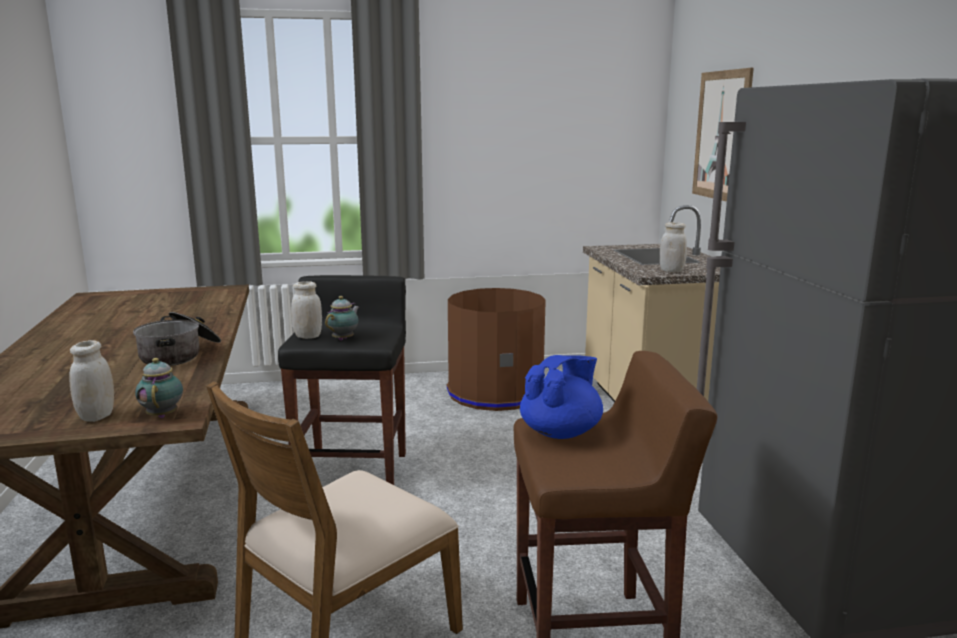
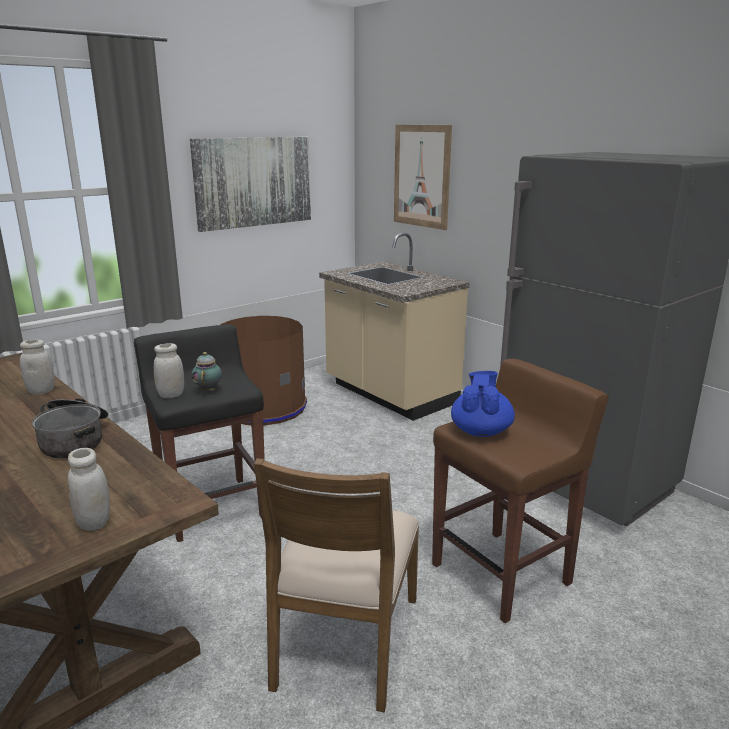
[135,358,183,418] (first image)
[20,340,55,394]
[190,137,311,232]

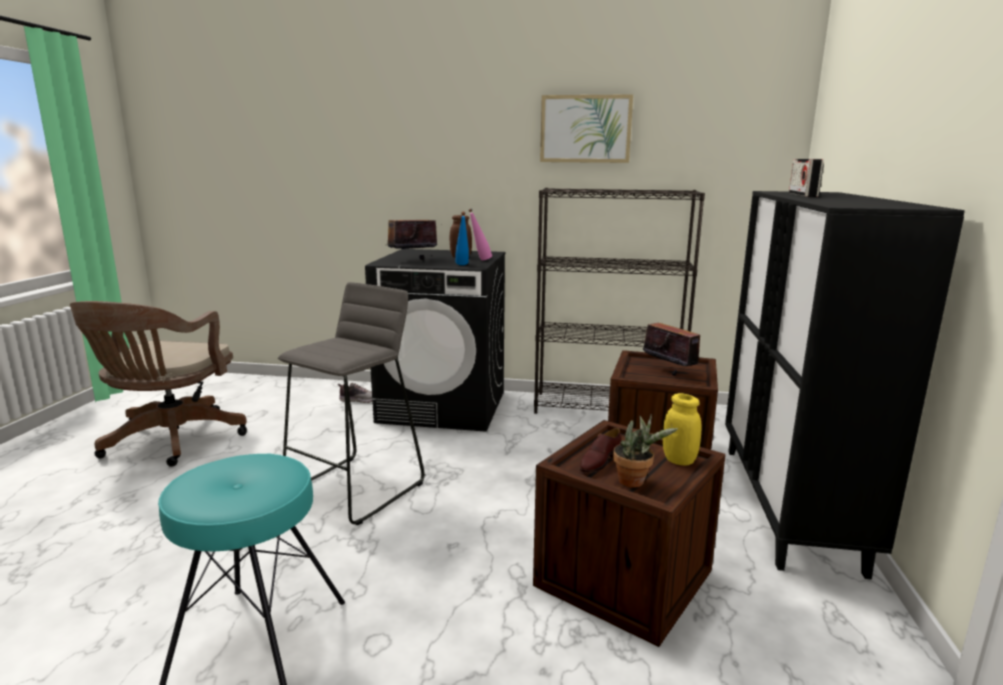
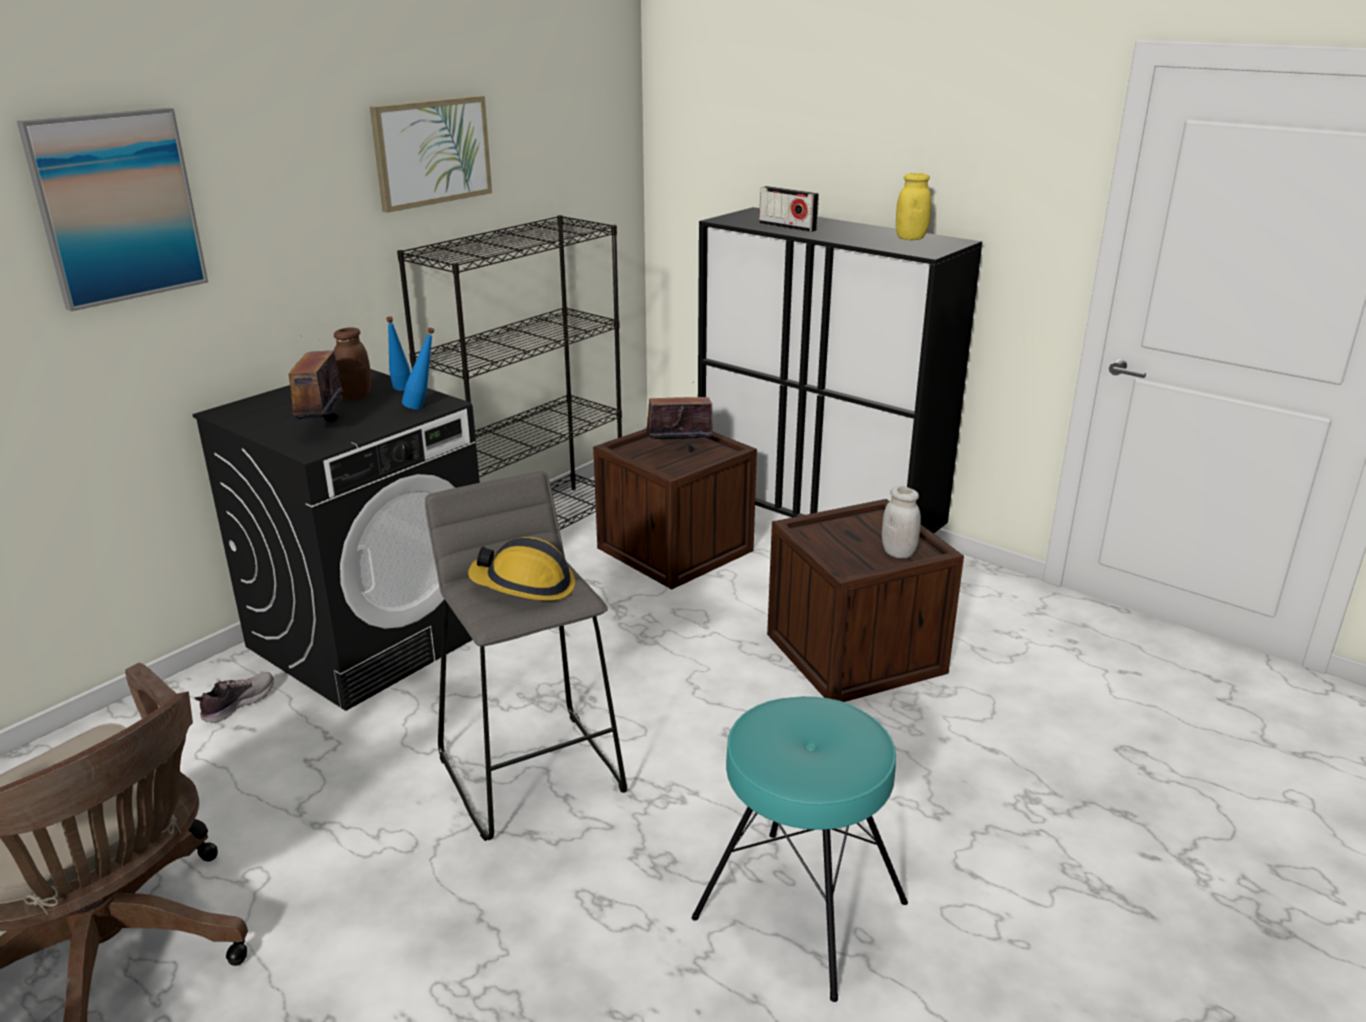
[386,316,411,391]
[580,428,621,472] (first image)
[882,486,921,558]
[896,173,931,240]
[17,108,208,311]
[468,537,575,601]

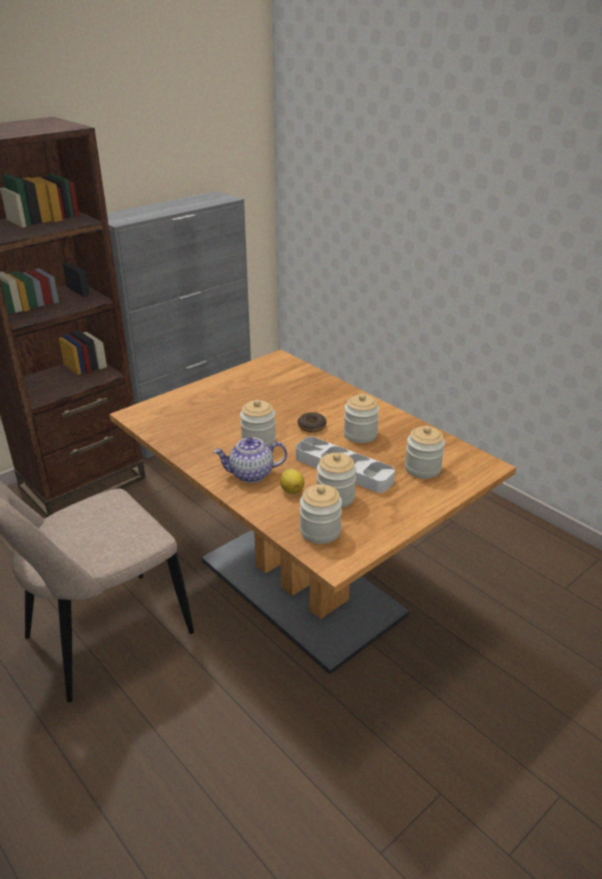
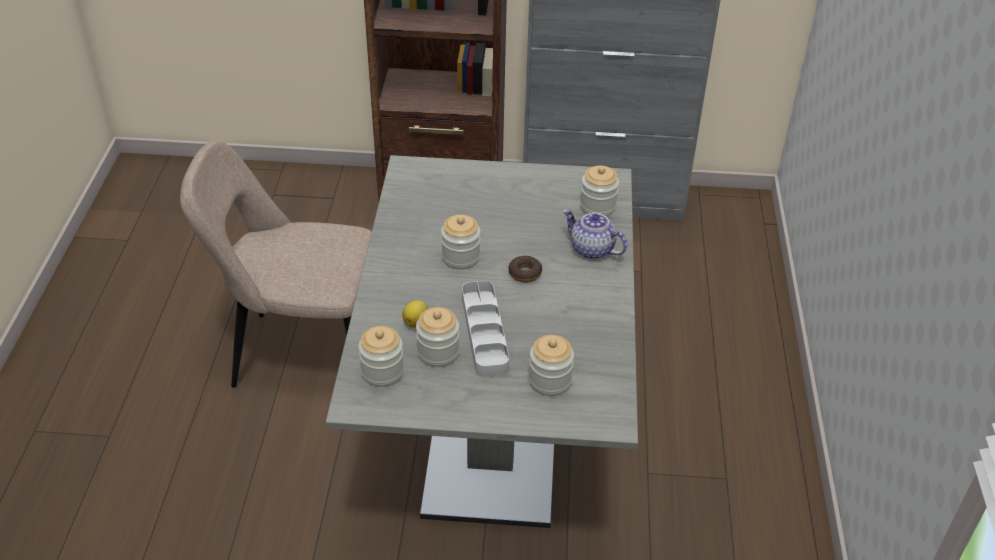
[326,155,638,528]
[563,209,627,259]
[580,165,619,217]

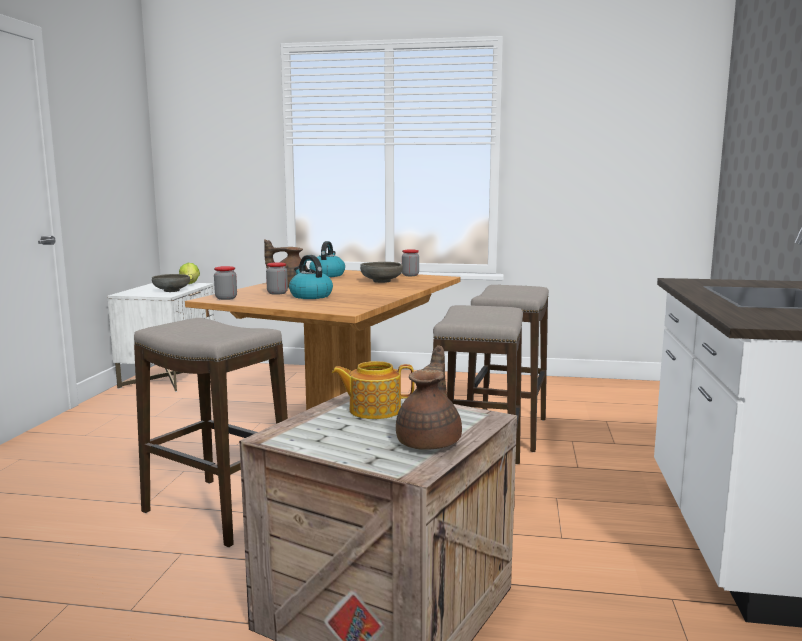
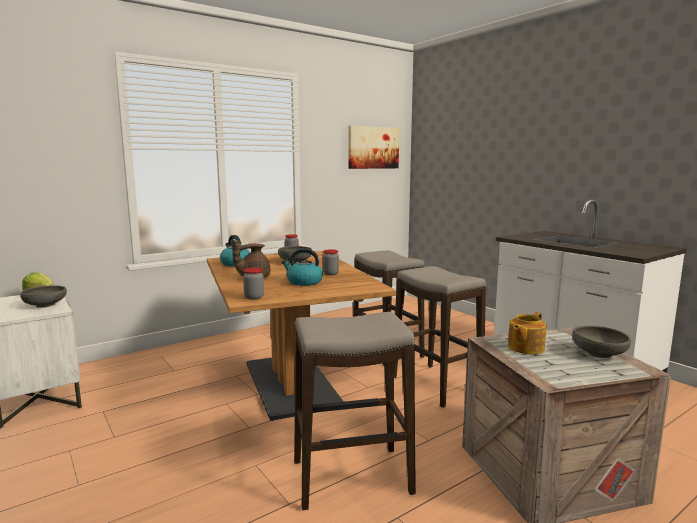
[322,249,339,275]
[572,326,631,358]
[348,126,399,169]

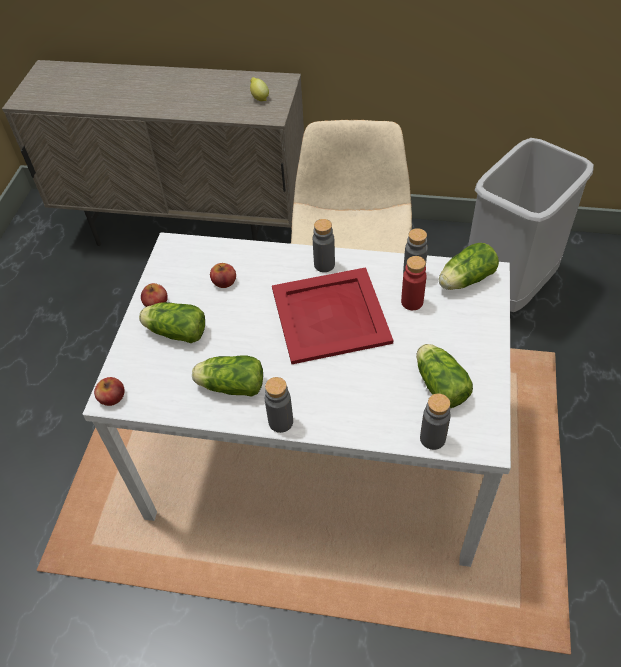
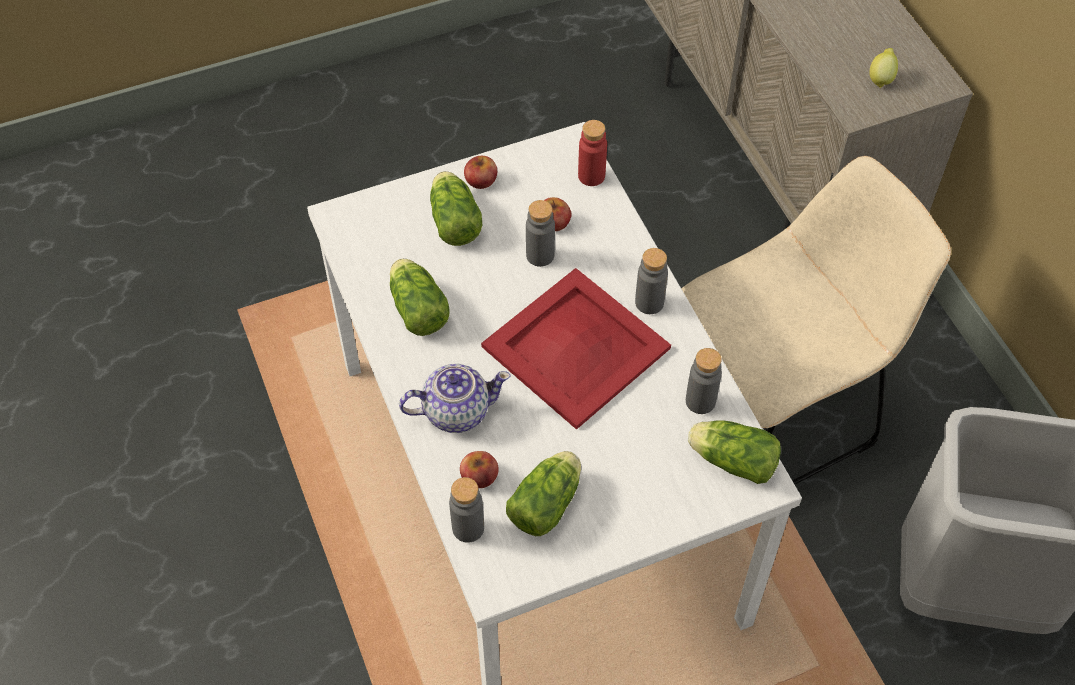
[460,451,499,488]
[526,200,555,267]
[578,120,607,186]
[399,364,511,433]

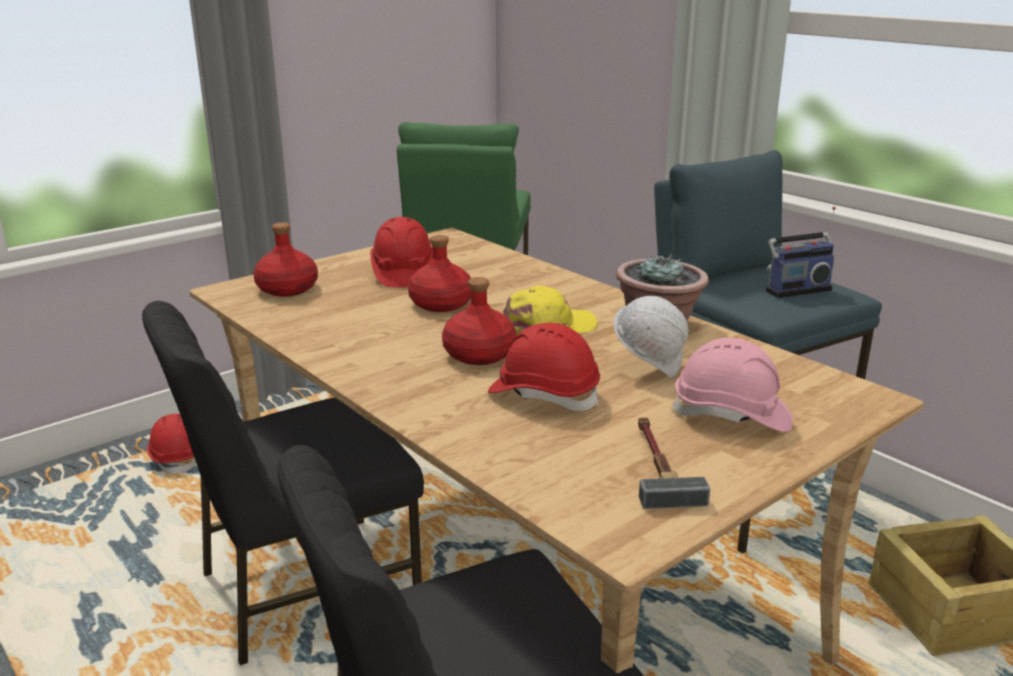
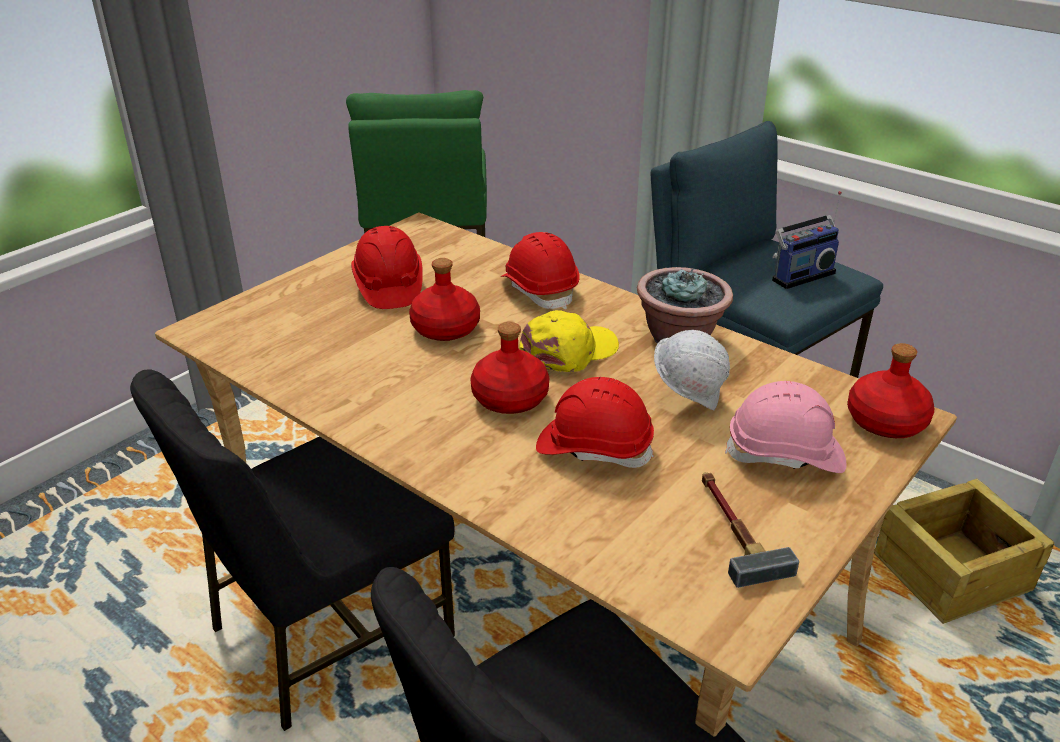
[501,232,579,310]
[847,343,934,438]

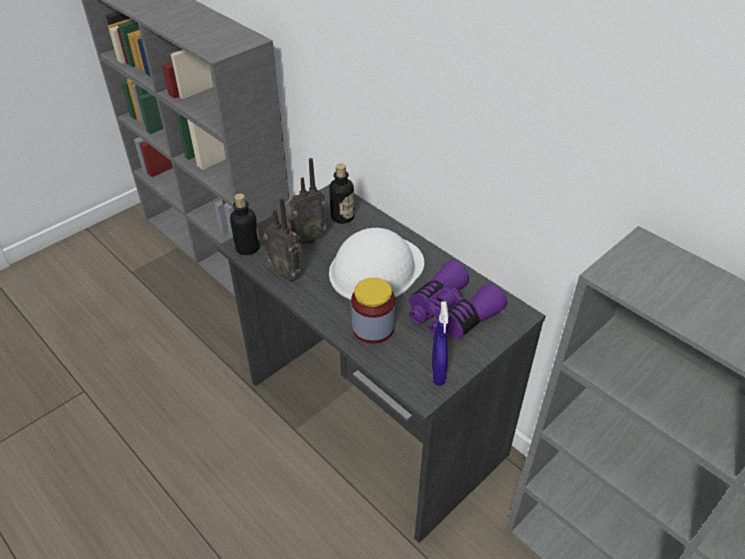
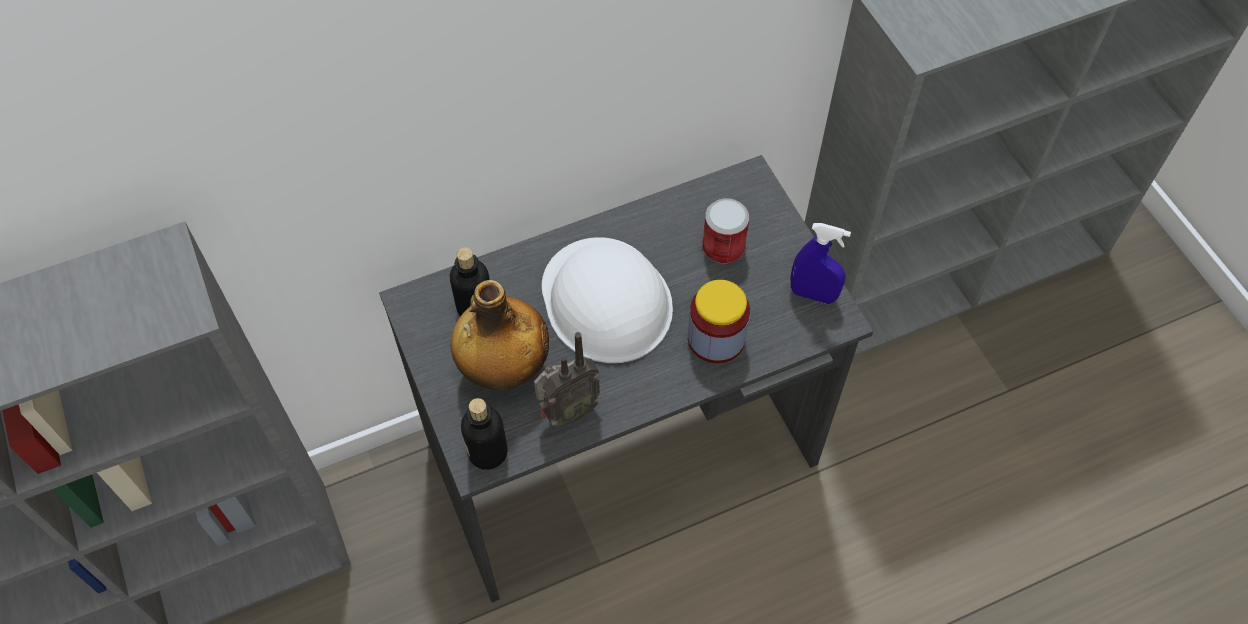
[450,280,549,390]
[702,198,749,264]

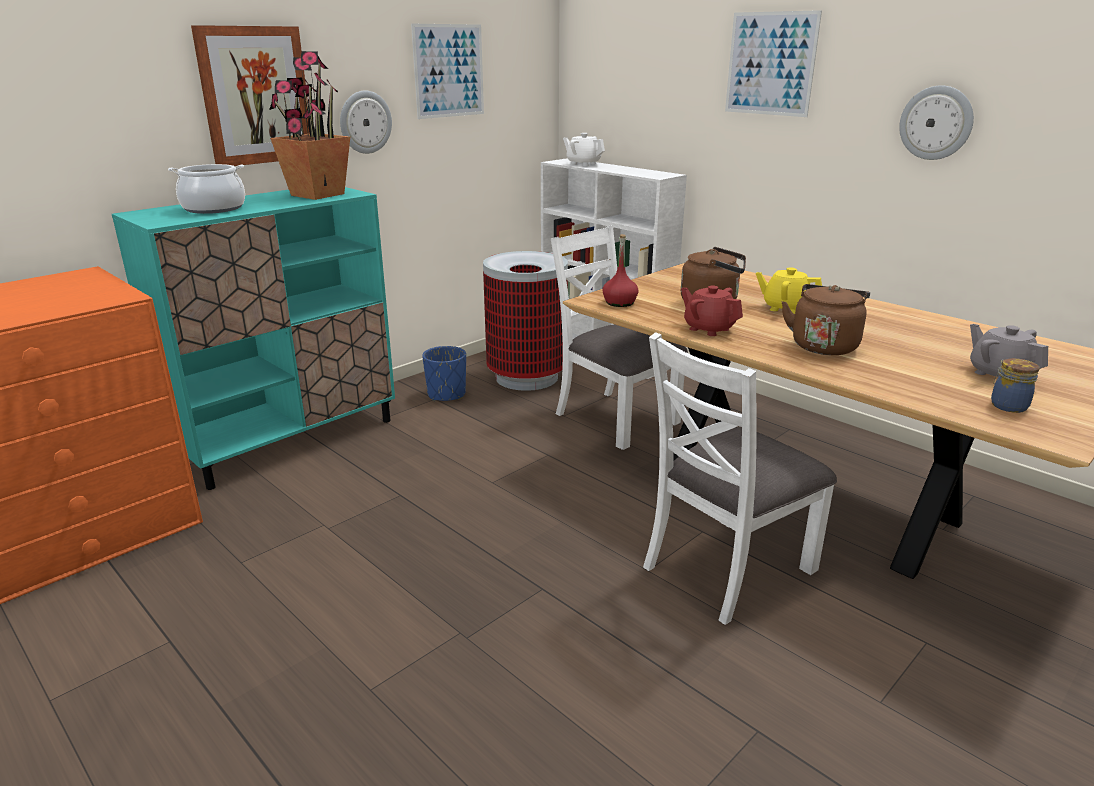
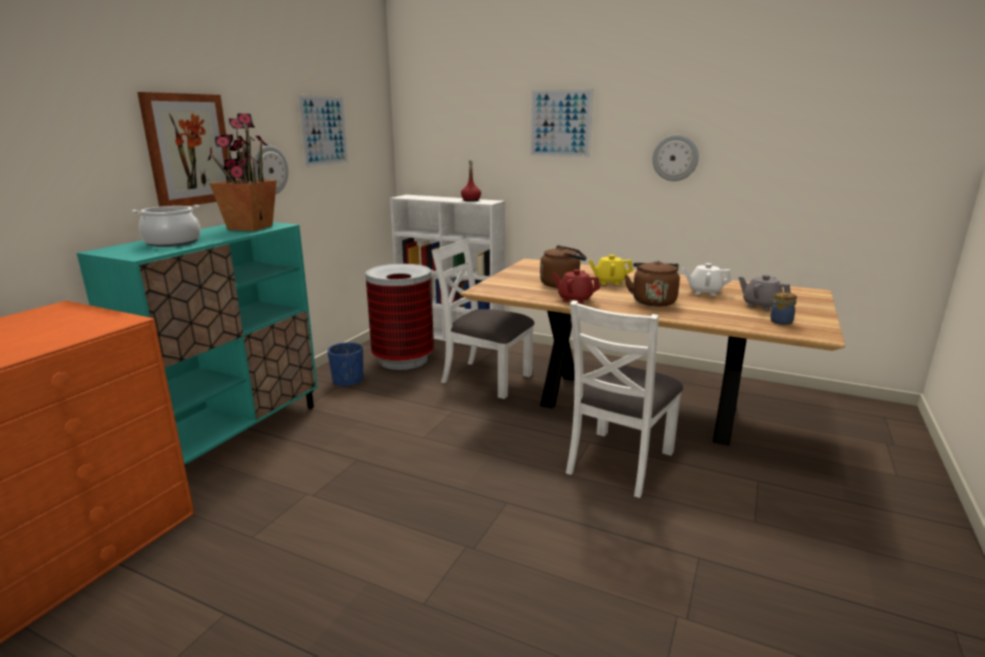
[683,263,732,296]
[461,160,481,202]

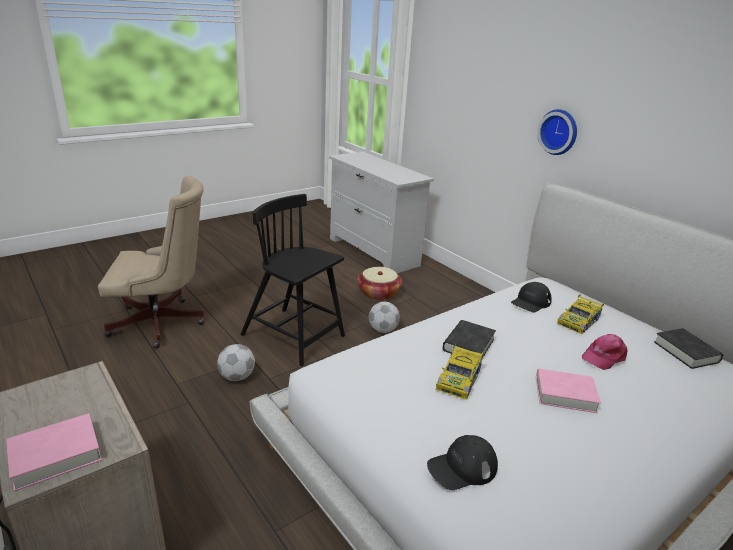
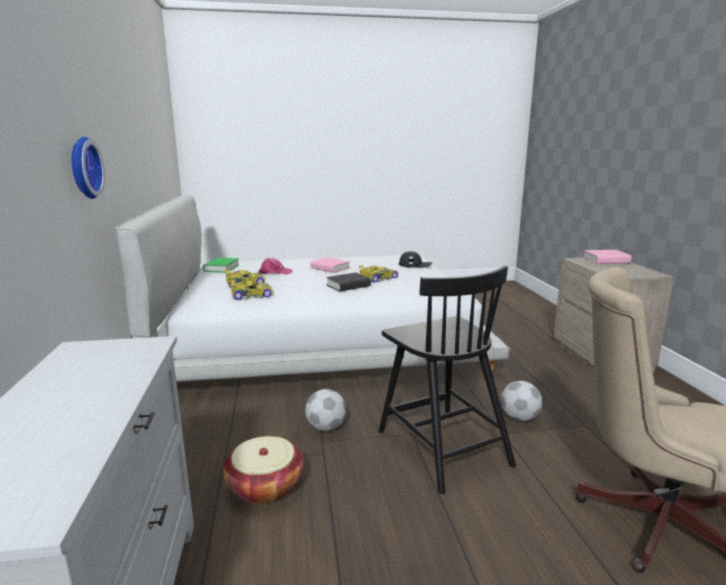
[230,279,273,300]
[203,258,239,273]

